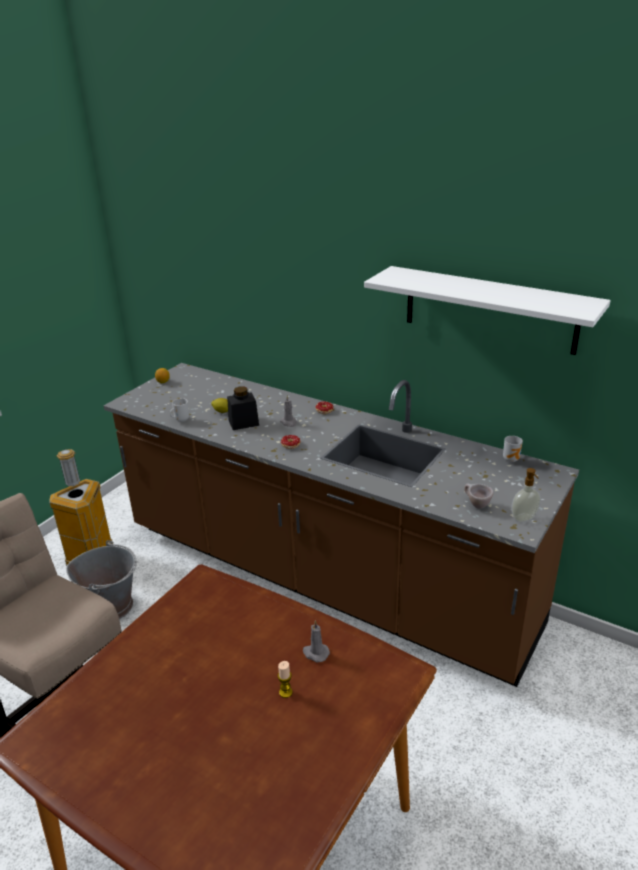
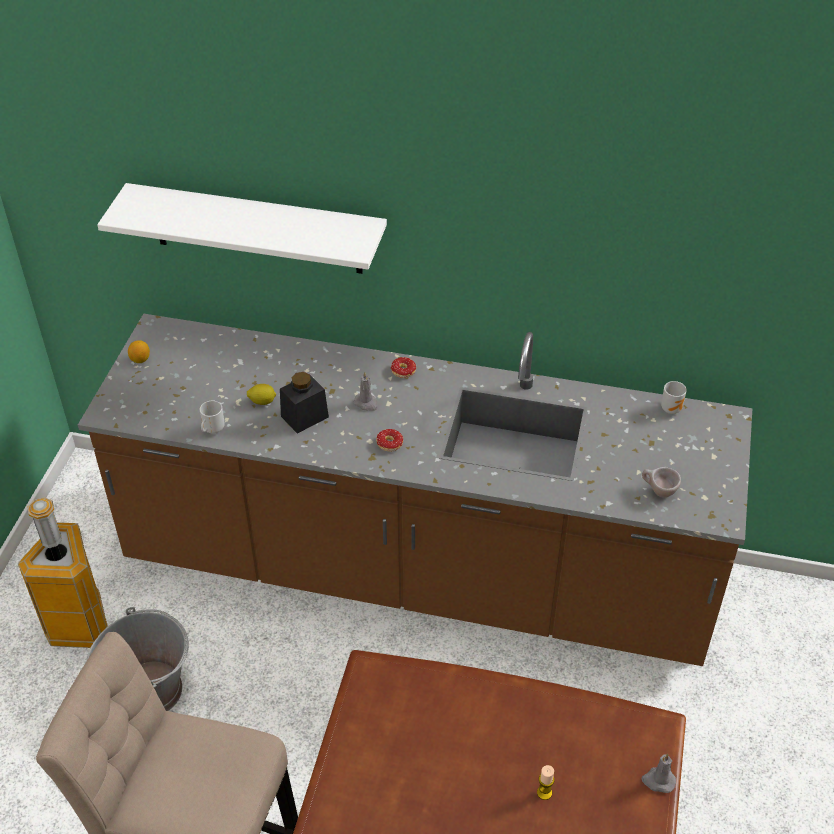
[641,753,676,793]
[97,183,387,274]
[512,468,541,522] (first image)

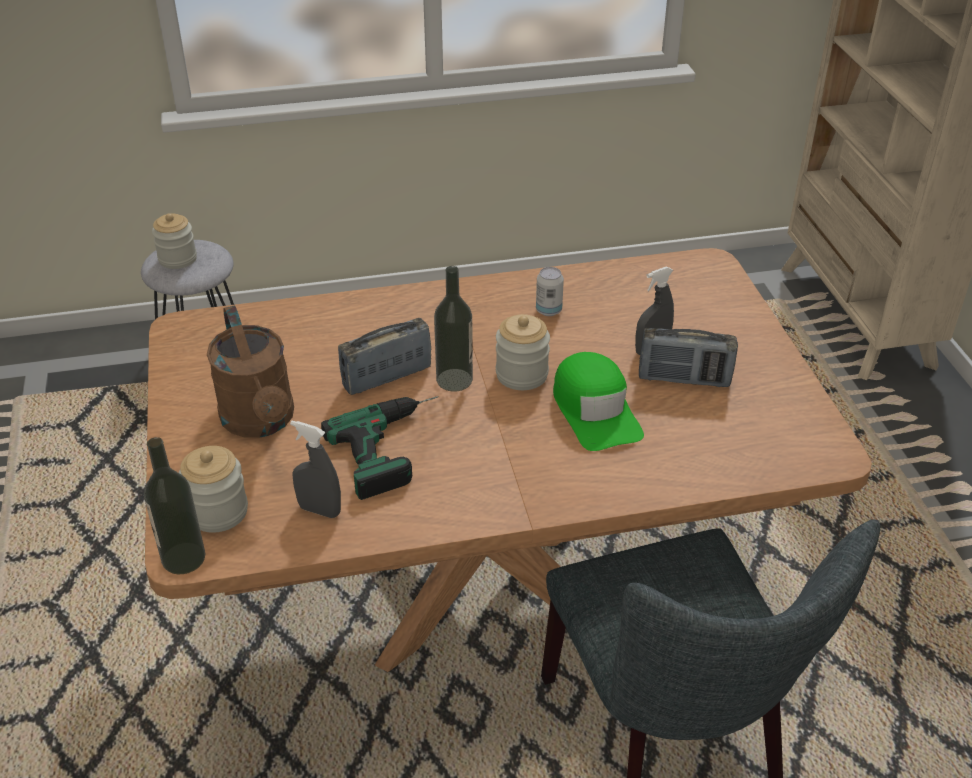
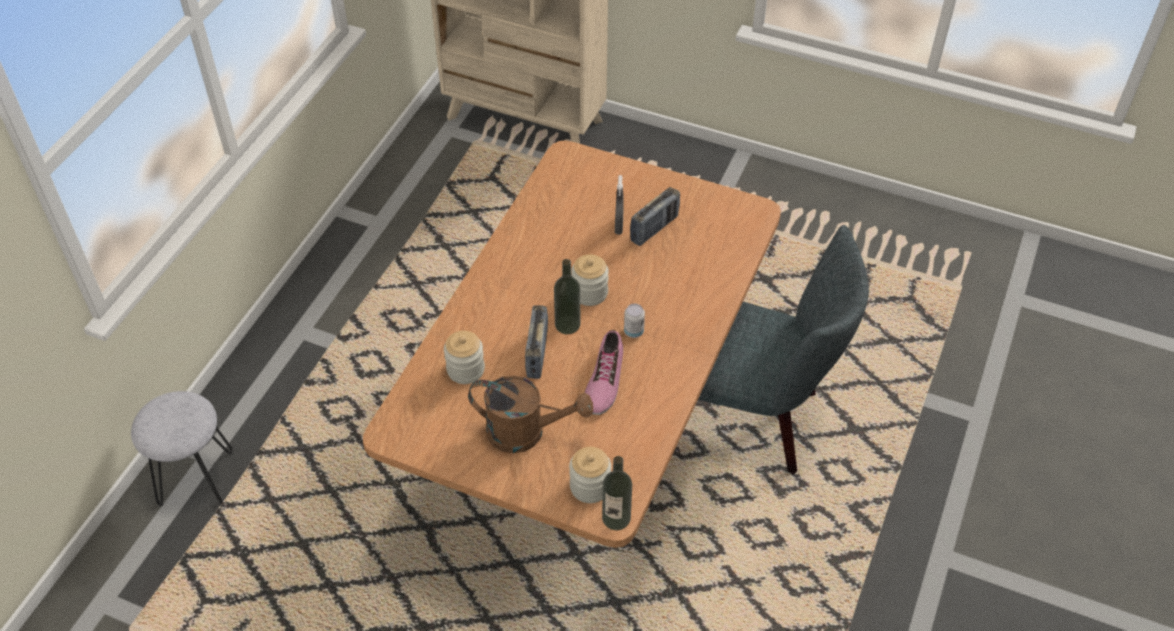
[444,331,485,384]
[290,421,341,518] (first image)
[585,330,623,415]
[624,304,645,338]
[553,352,644,451] (first image)

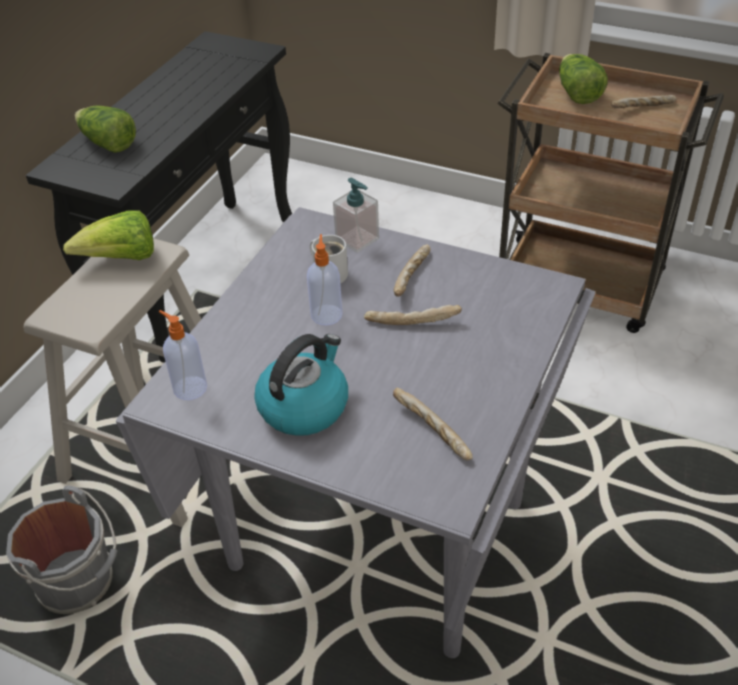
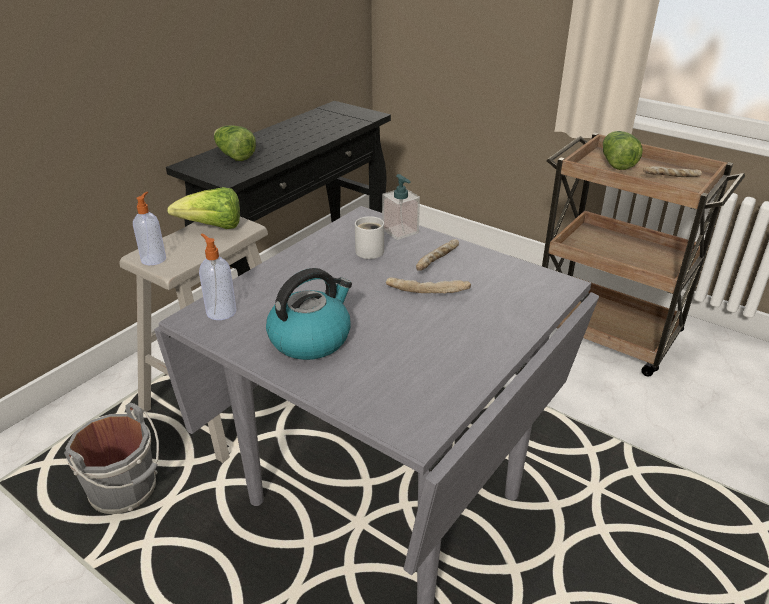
[133,192,166,265]
[393,388,473,460] (first image)

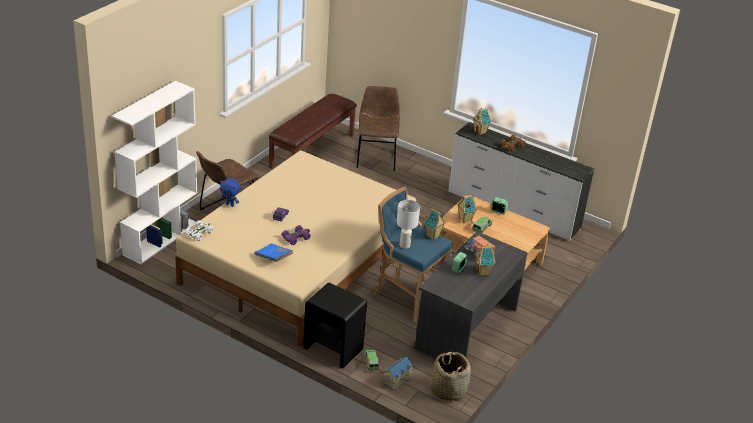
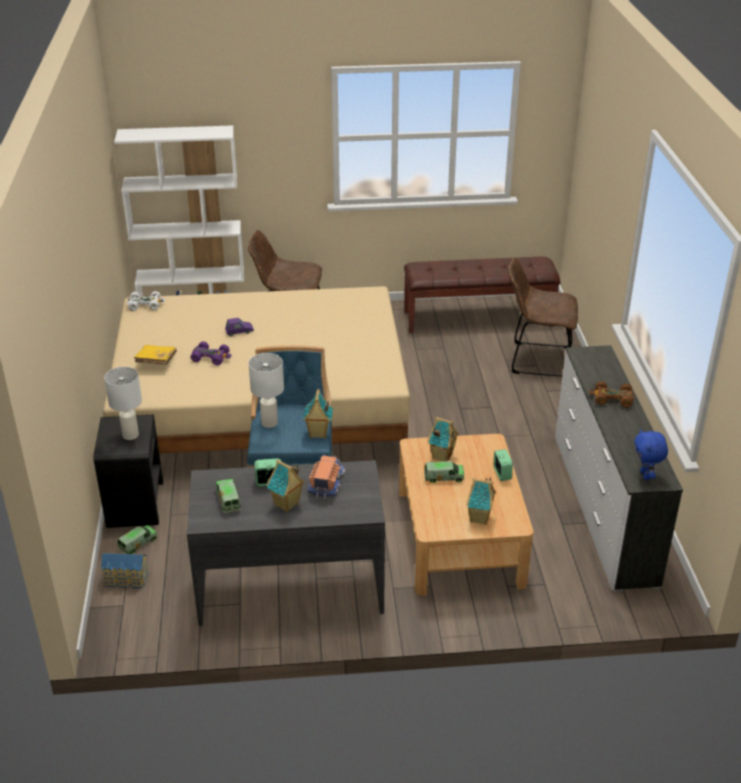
[634,429,668,480]
[134,345,177,365]
[509,258,578,376]
[431,352,471,402] (first image)
[466,477,496,525]
[104,367,142,440]
[216,479,241,513]

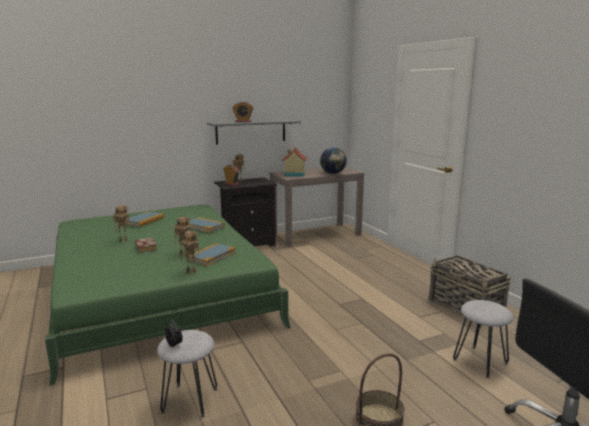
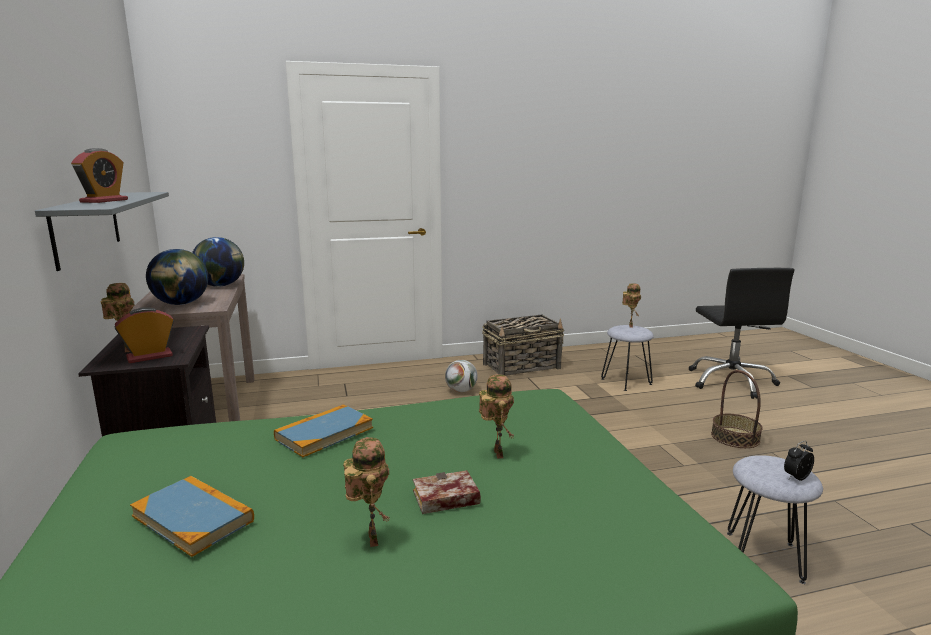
[622,283,641,328]
[188,243,236,266] (first image)
[146,249,208,305]
[445,360,478,393]

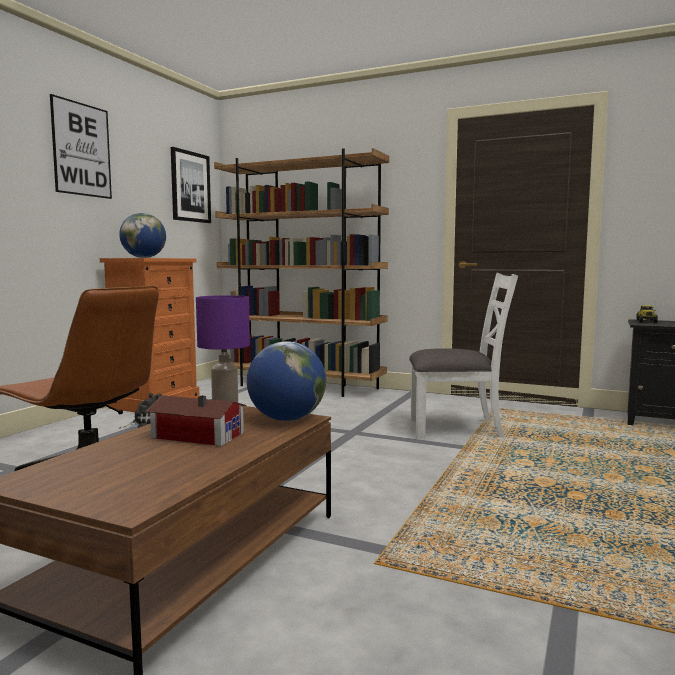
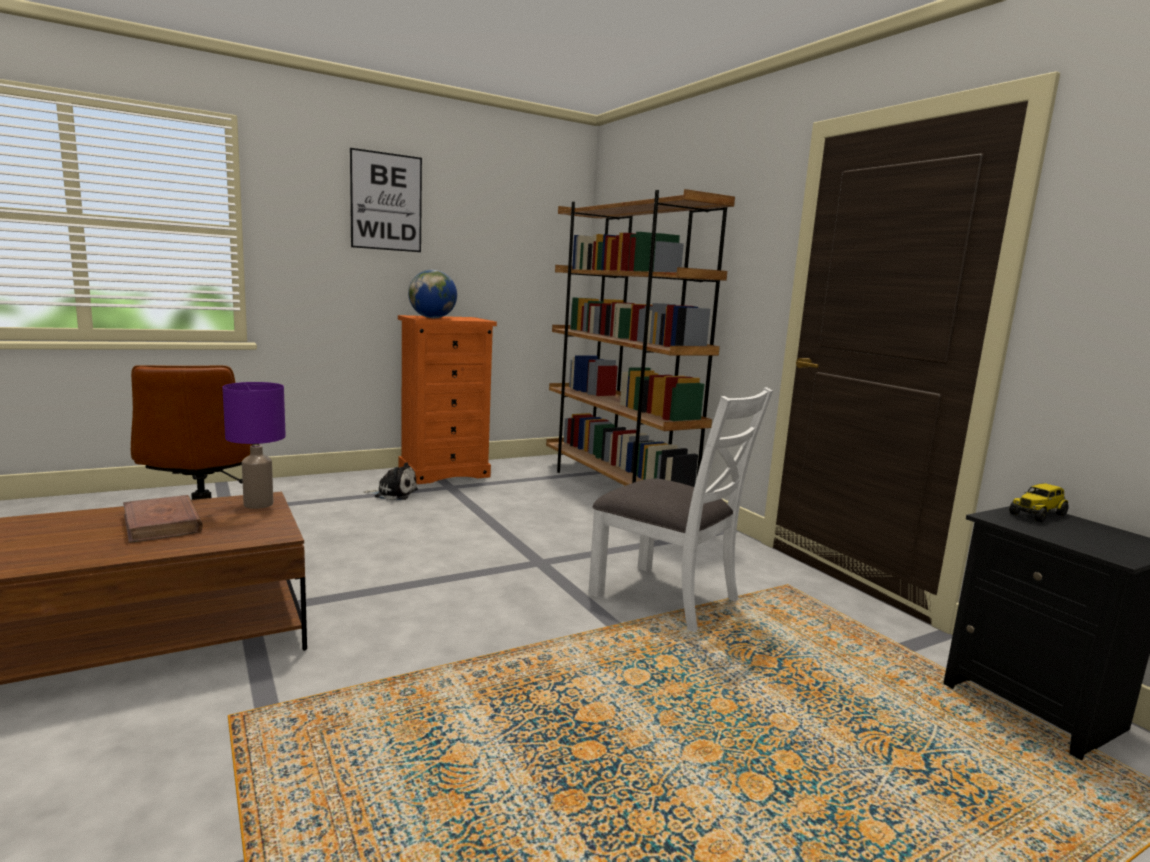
[123,495,203,543]
[171,147,211,223] (first image)
[247,341,326,421] (first image)

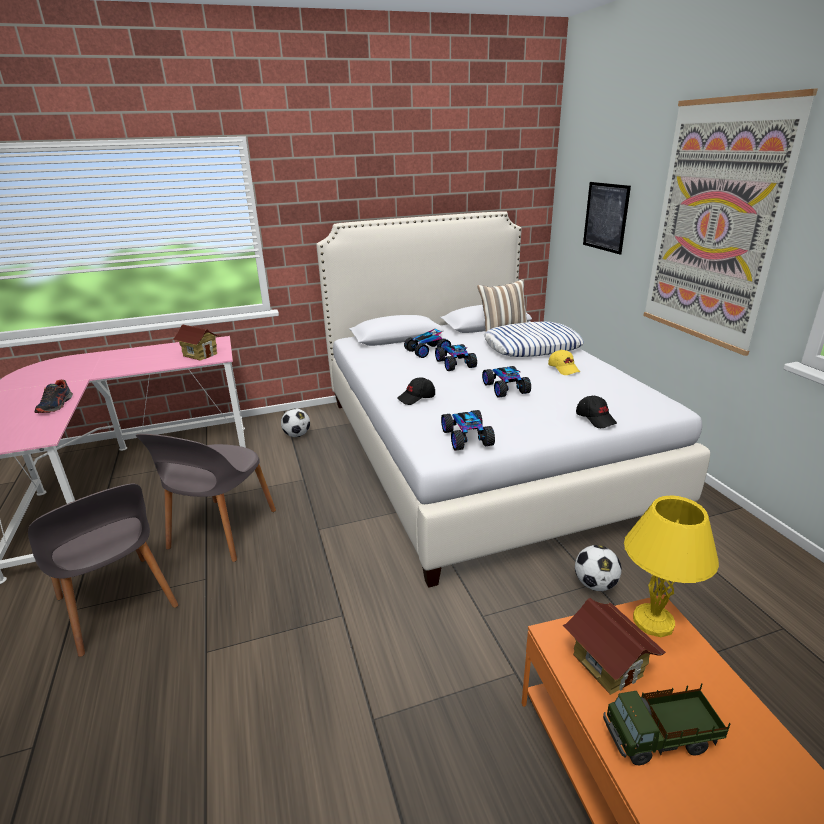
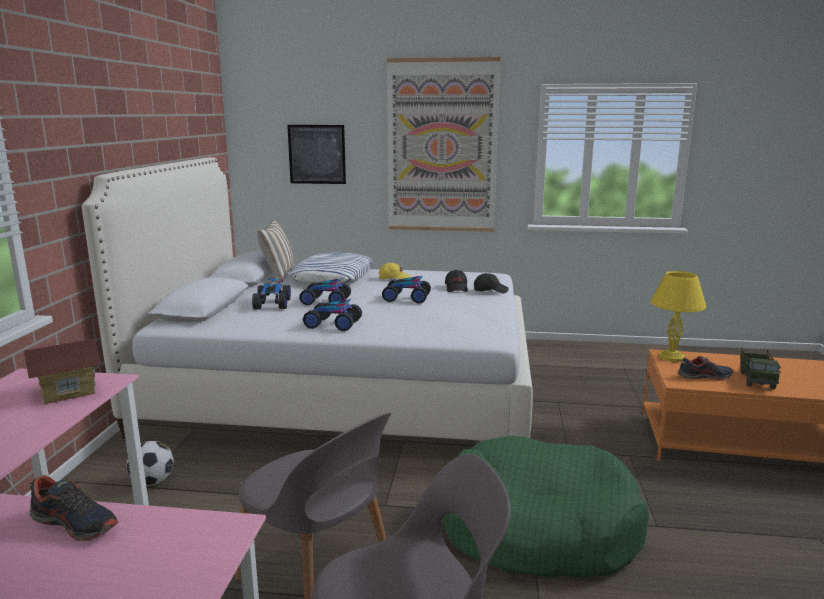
[445,270,468,292]
[303,299,362,331]
[678,356,733,380]
[575,545,622,591] (first image)
[442,436,649,577]

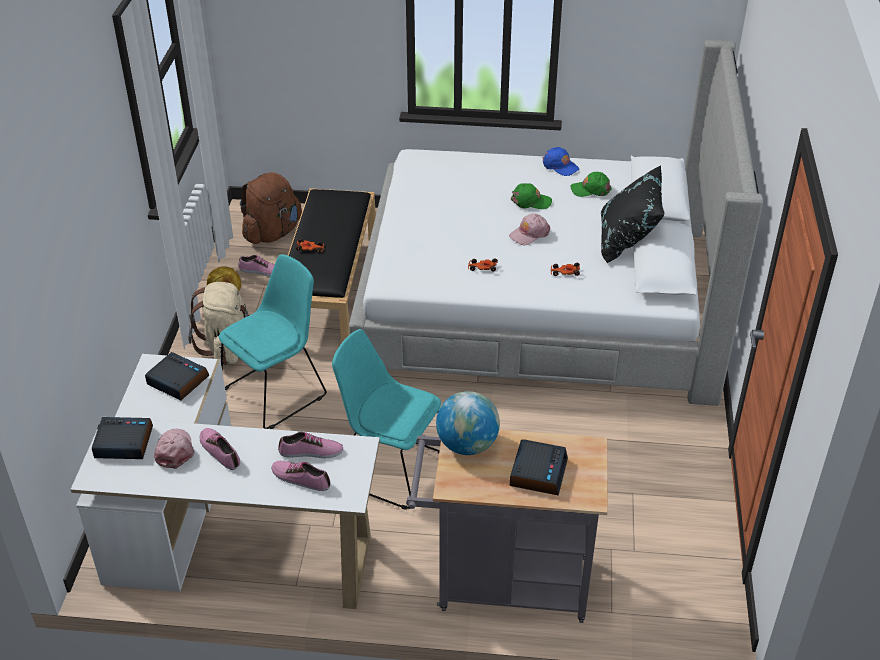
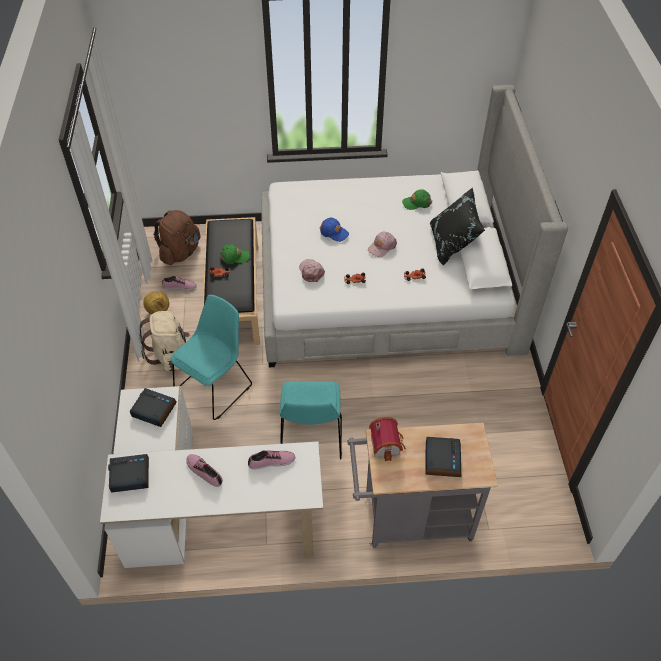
[299,259,325,282]
[271,461,331,491] (first image)
[280,381,342,460]
[369,417,406,462]
[220,244,250,264]
[320,218,349,242]

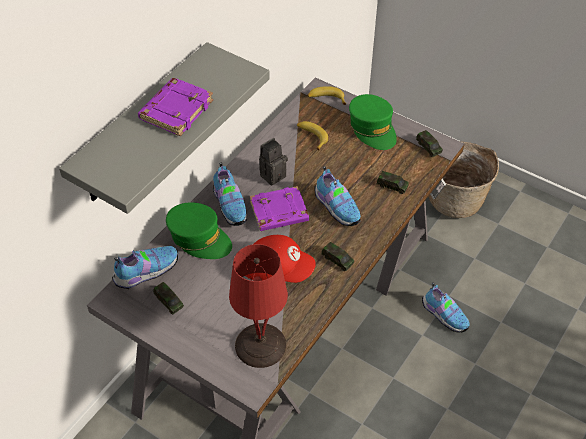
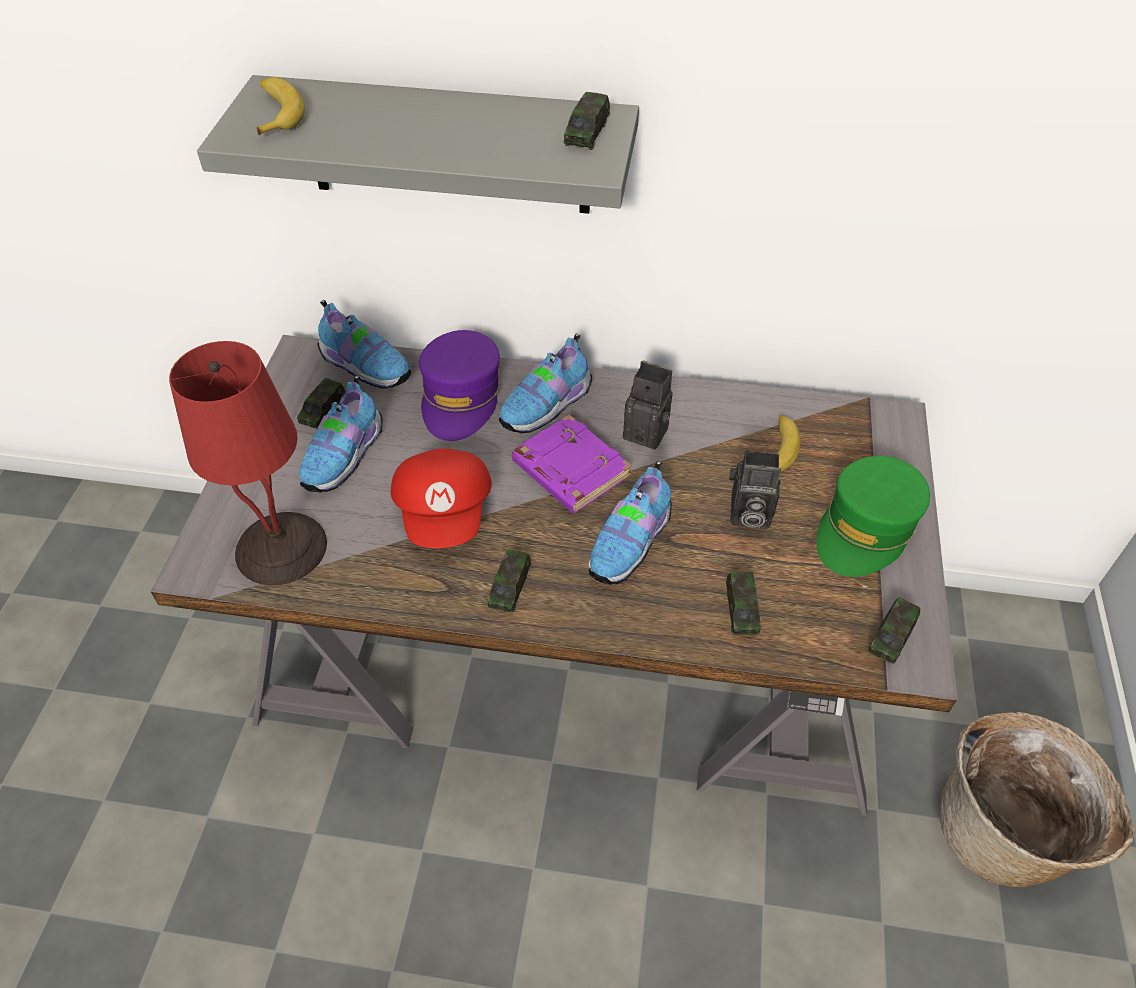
[138,78,213,136] (first image)
[419,330,500,441]
[257,77,305,135]
[299,376,383,493]
[563,92,610,150]
[729,451,781,529]

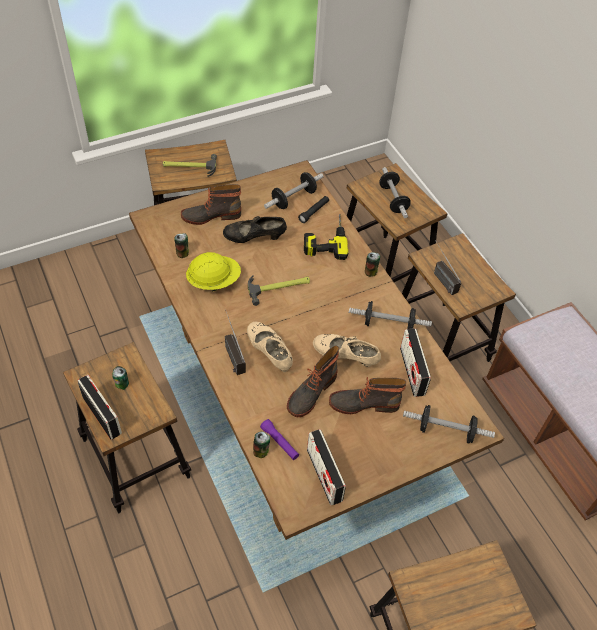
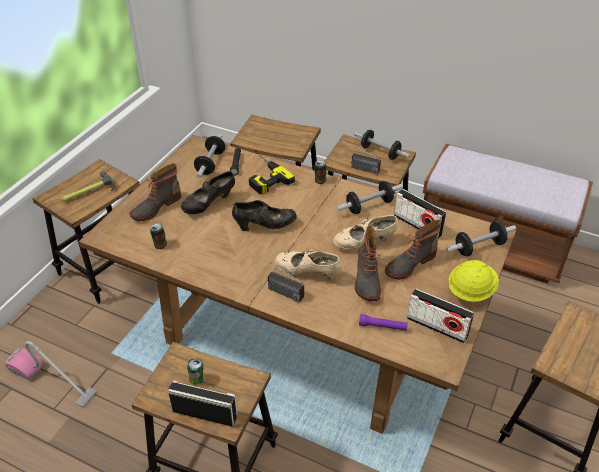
[448,260,499,302]
[232,200,297,231]
[253,432,270,458] (first image)
[354,130,410,160]
[5,341,96,407]

